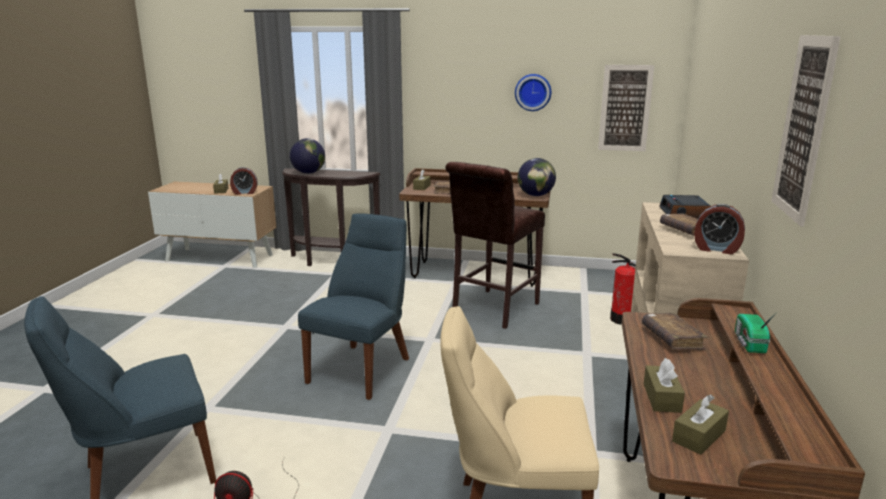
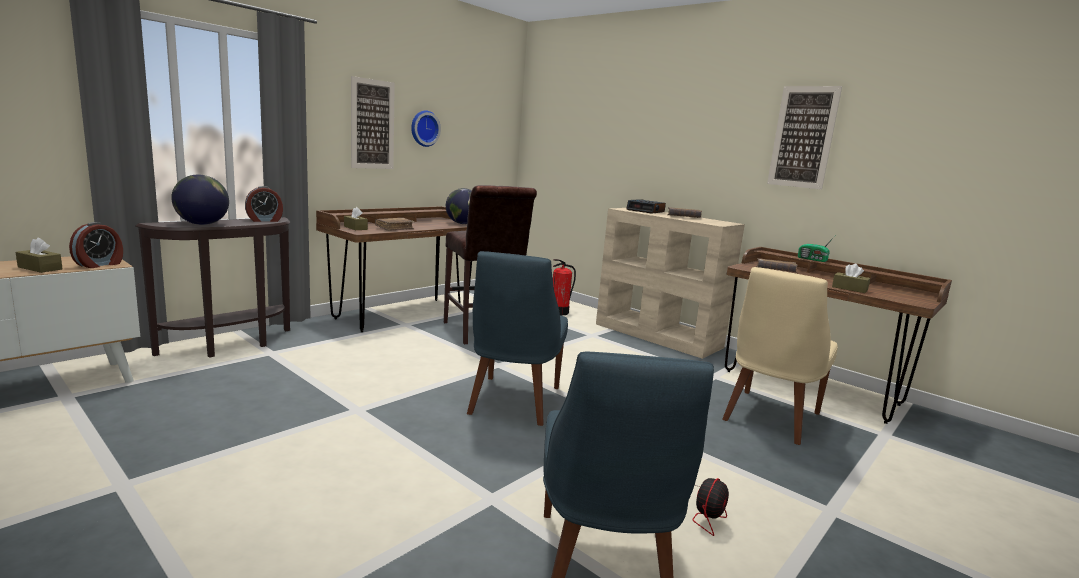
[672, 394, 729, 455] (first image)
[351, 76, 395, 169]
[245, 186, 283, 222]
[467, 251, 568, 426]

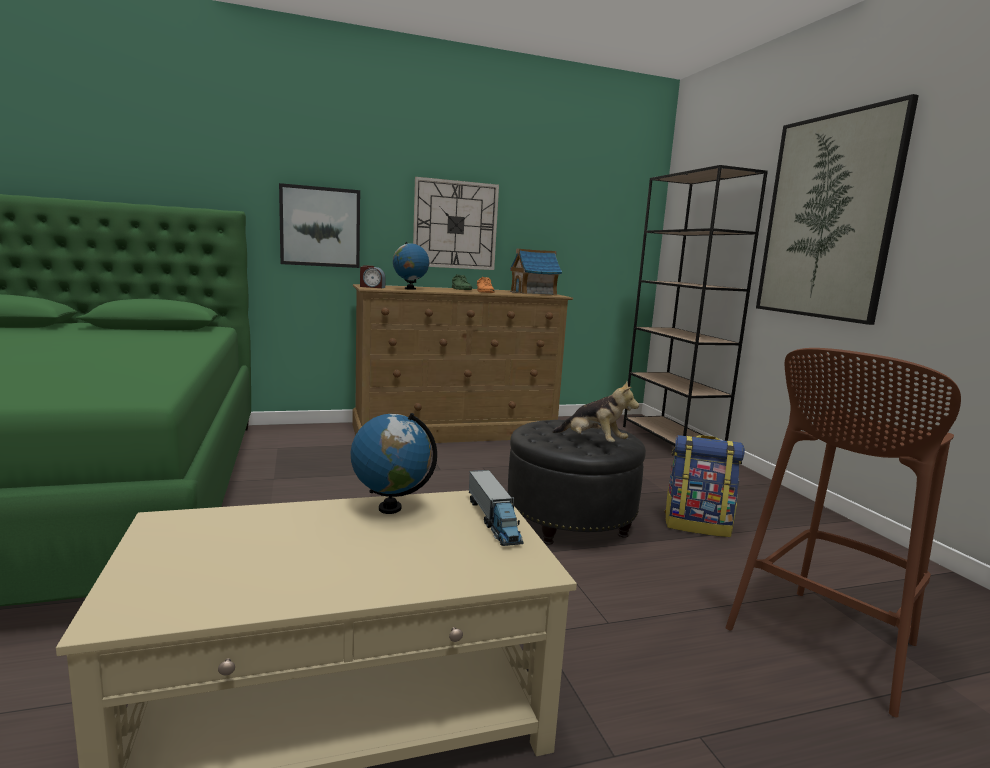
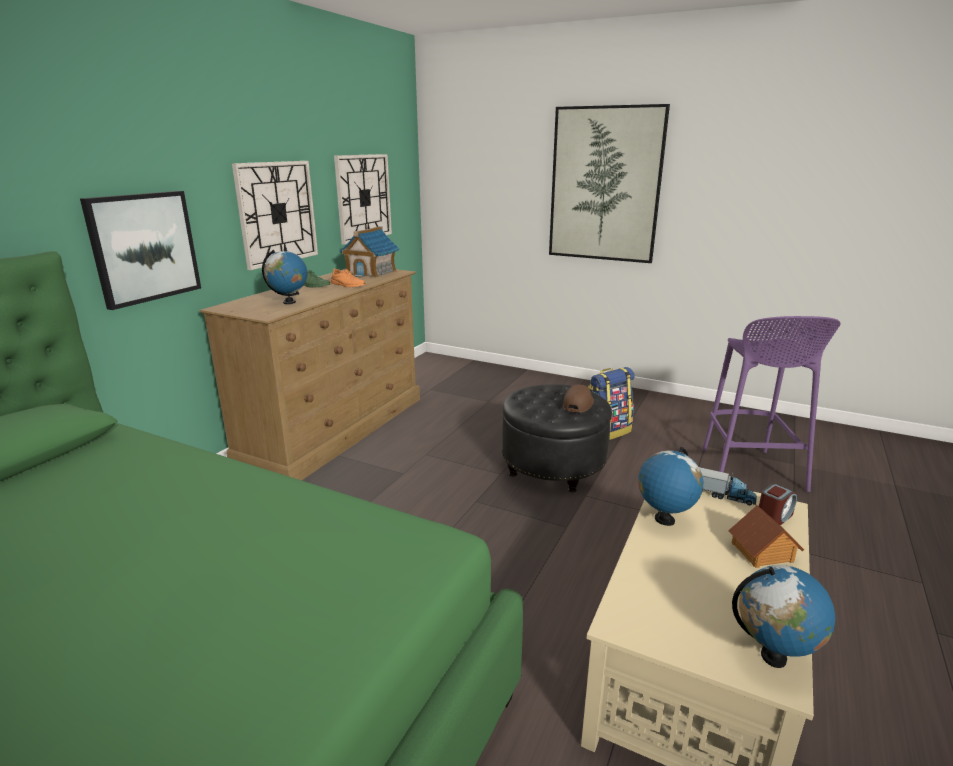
[623, 165, 768, 446] (first image)
[334, 154, 392, 245]
[728, 505, 804, 568]
[732, 565, 836, 668]
[759, 484, 797, 525]
[563, 384, 594, 413]
[702, 316, 841, 492]

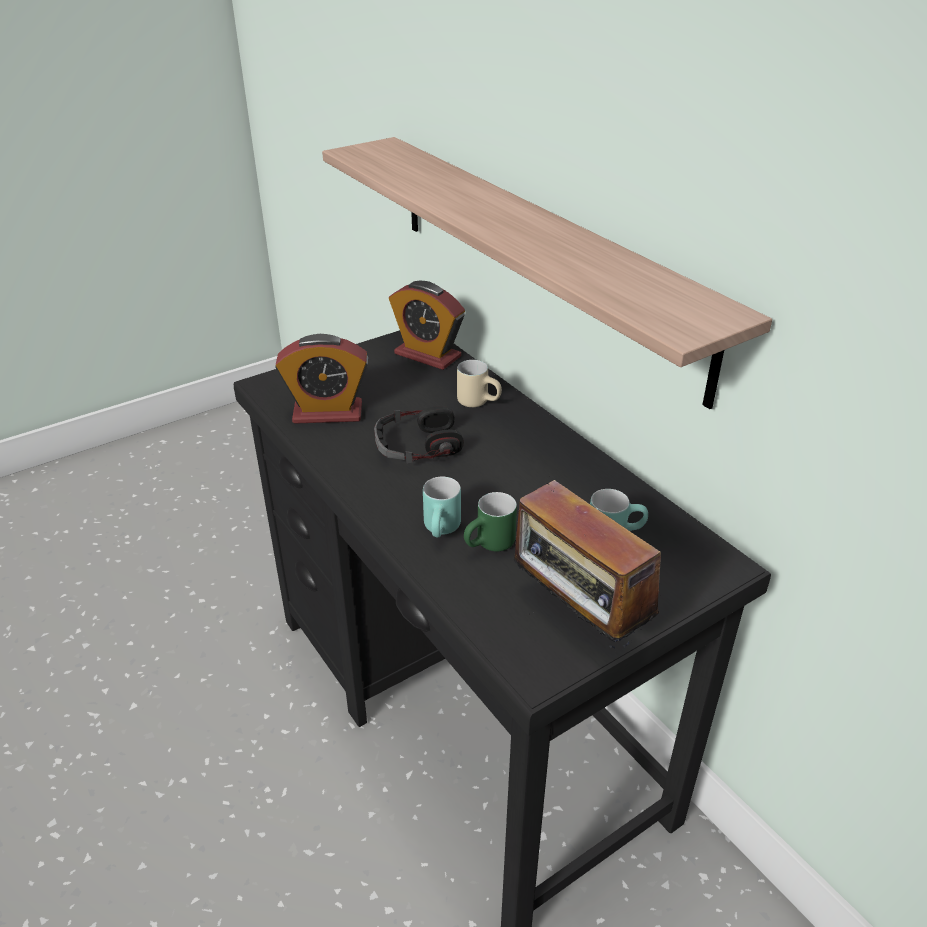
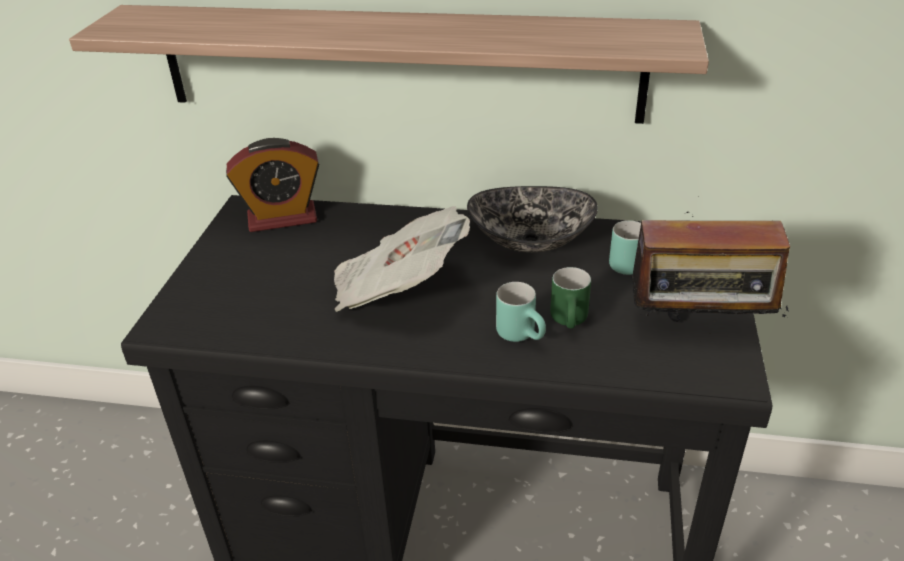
[275, 334, 368, 424] (first image)
[457, 360, 502, 407] (first image)
[467, 186, 598, 252]
[334, 206, 470, 312]

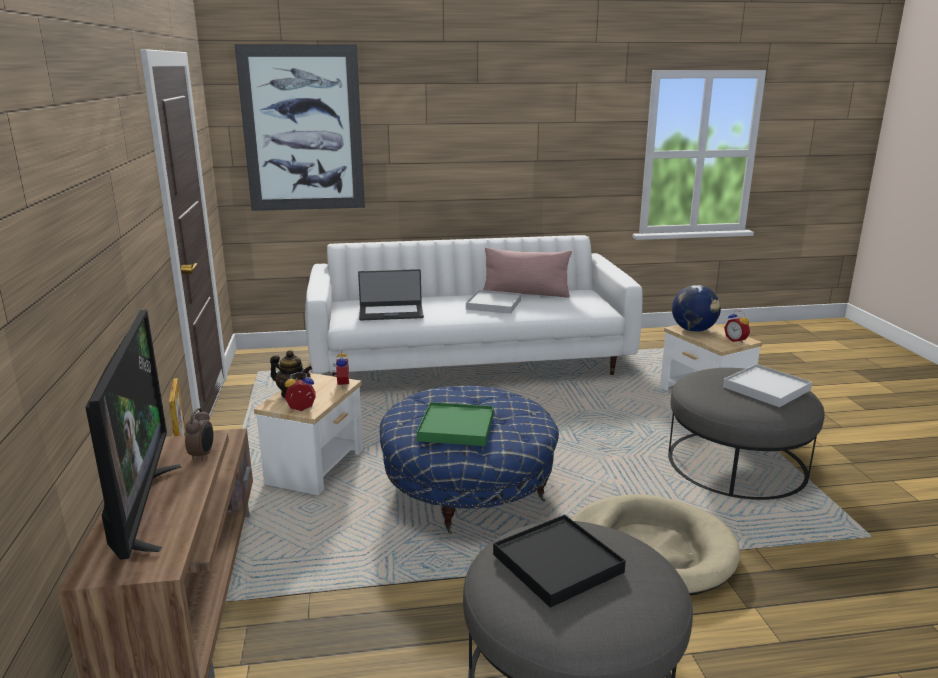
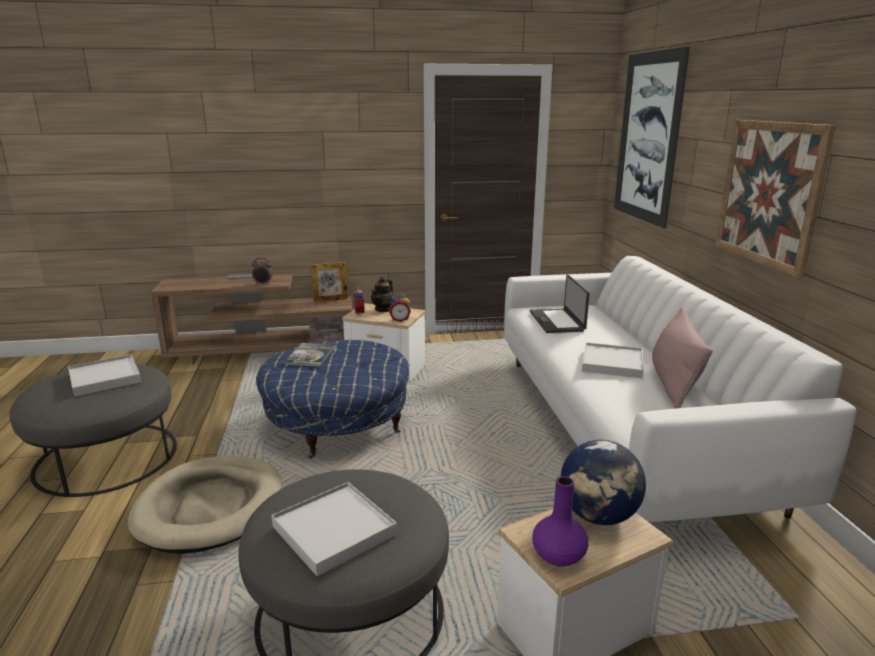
[85, 310, 181, 560] (first image)
[715, 120, 836, 278]
[284, 343, 335, 367]
[532, 476, 588, 567]
[68, 354, 141, 397]

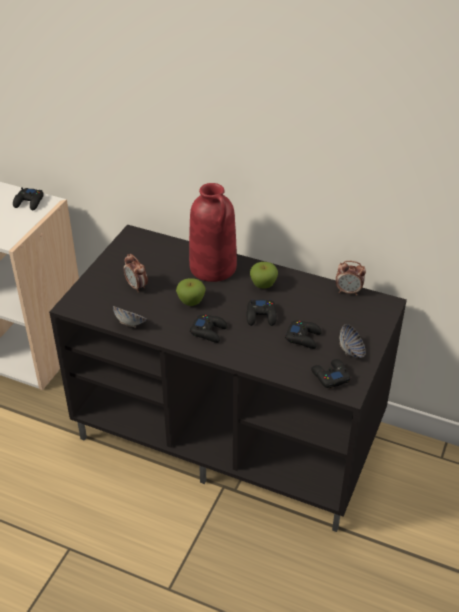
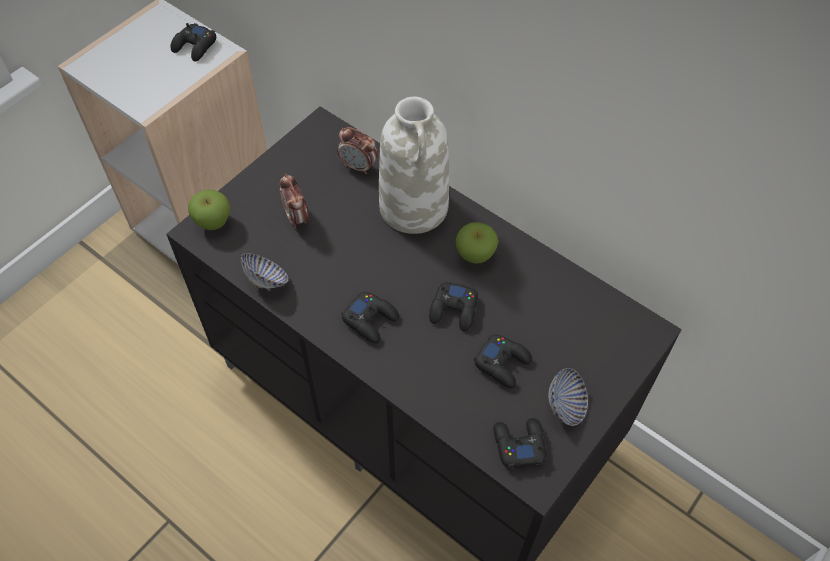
[188, 190, 230, 230]
[337, 127, 378, 174]
[379, 97, 449, 234]

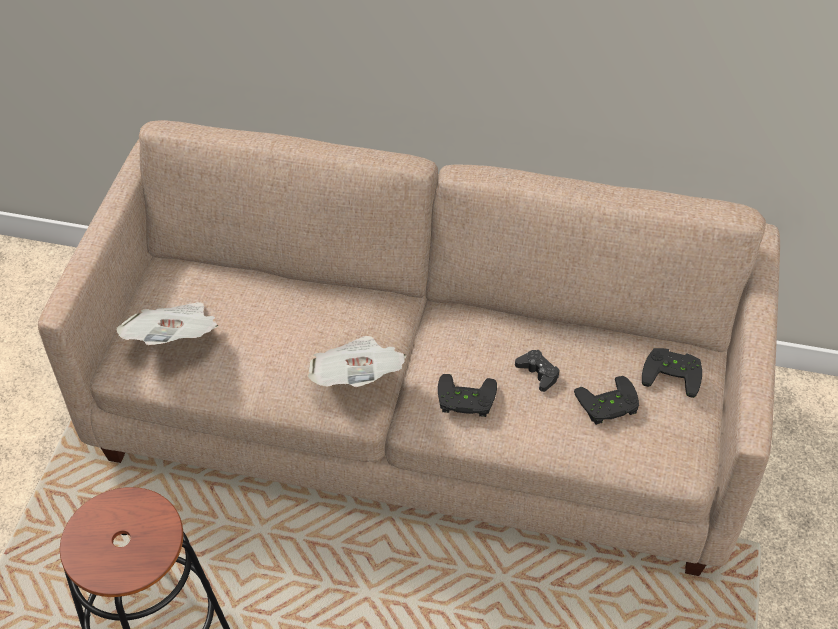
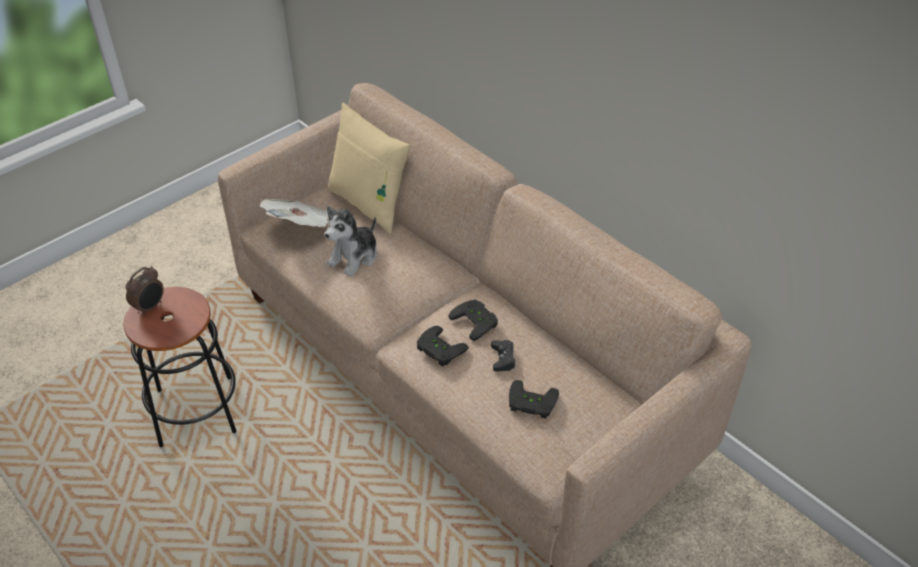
[308, 336, 406, 387] (first image)
[126, 266, 164, 316]
[325, 206, 377, 277]
[328, 103, 410, 234]
[448, 299, 498, 341]

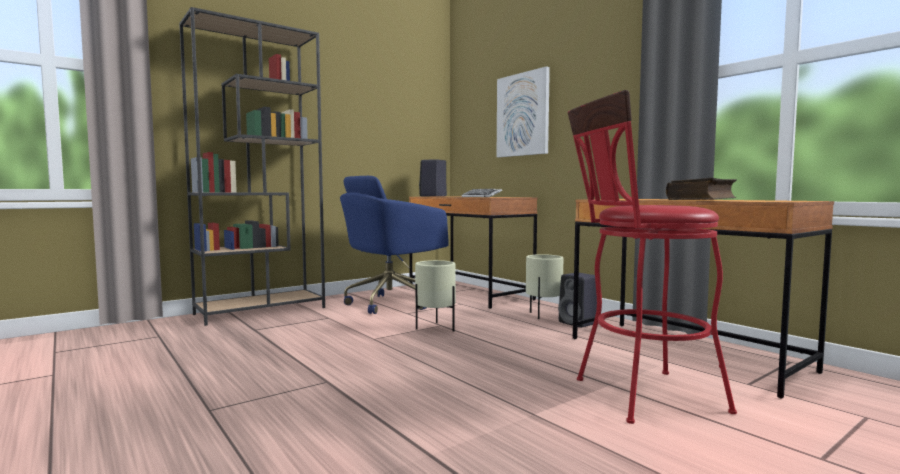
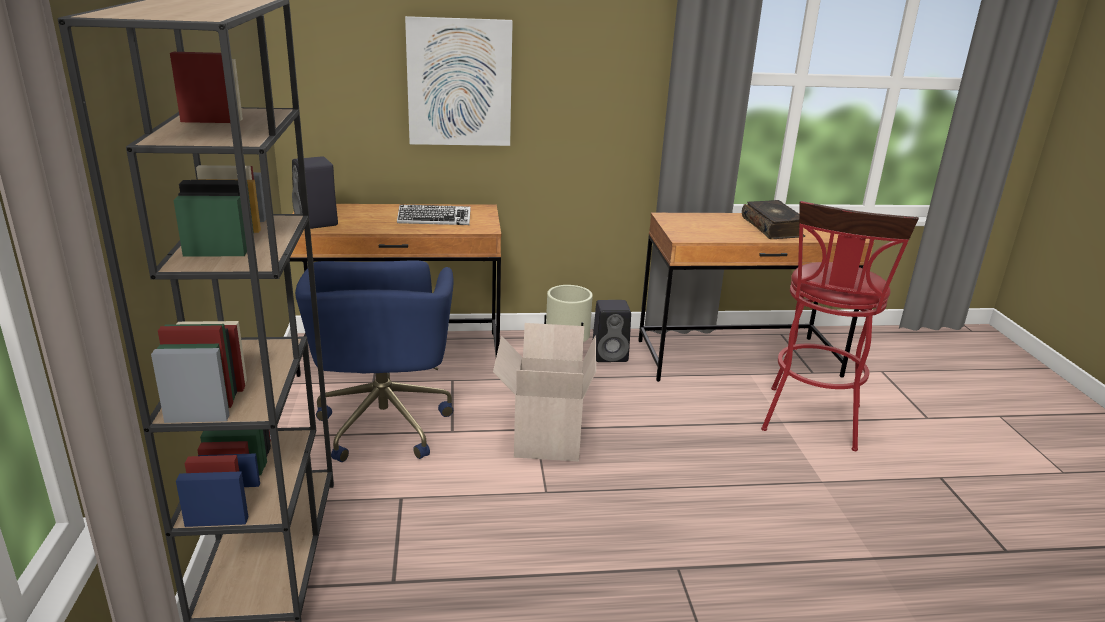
[493, 323, 596, 461]

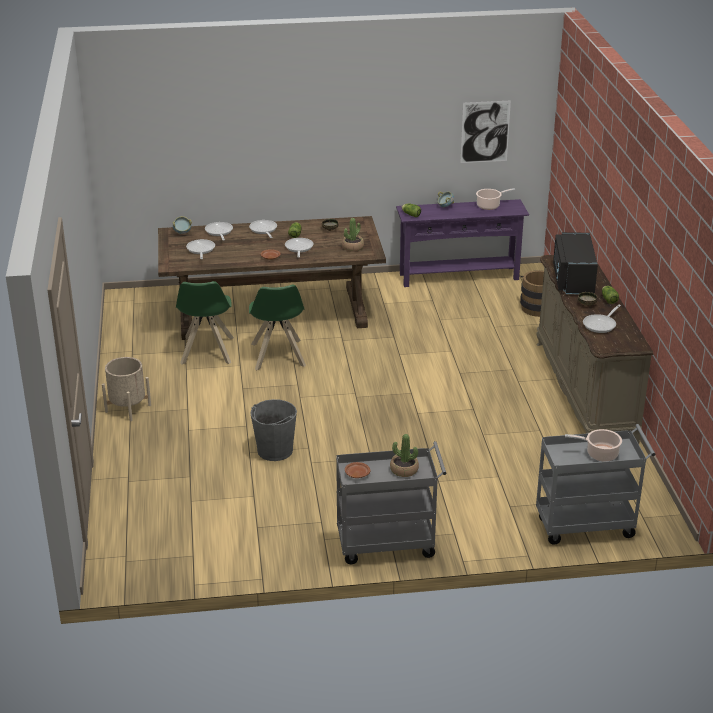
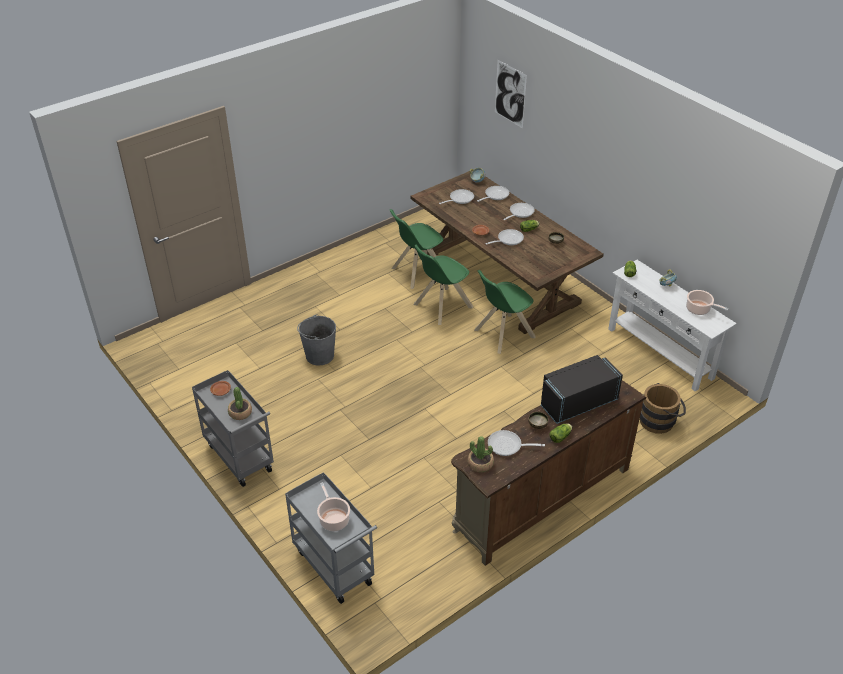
[102, 357, 151, 421] (first image)
[474, 270, 536, 354]
[468, 436, 494, 472]
[495, 60, 527, 128]
[608, 260, 737, 392]

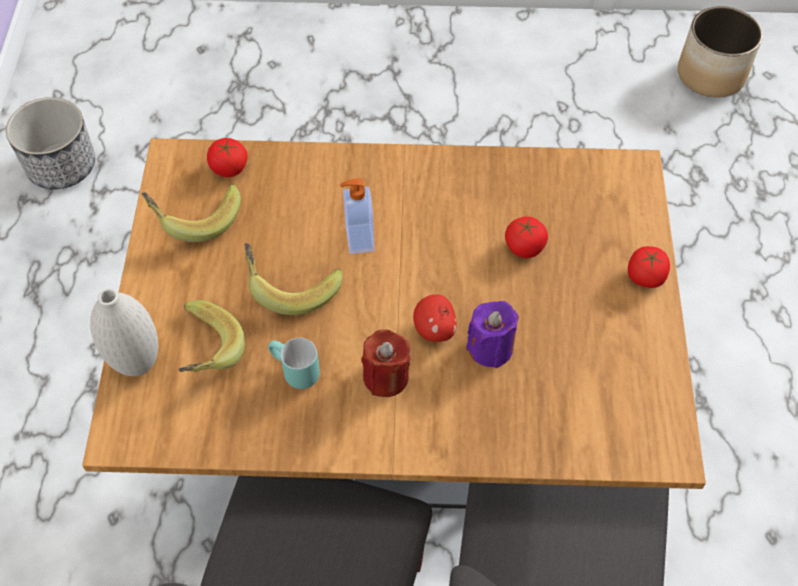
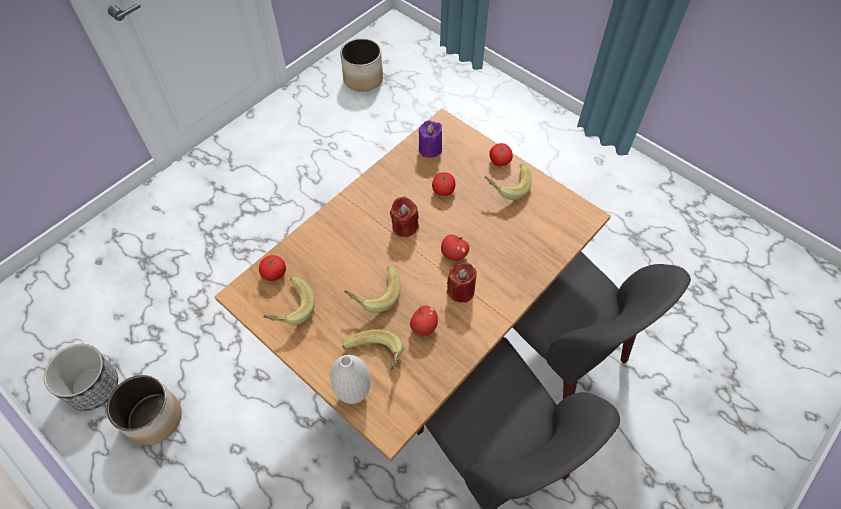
[340, 178, 375, 254] (first image)
[107, 375, 181, 446]
[390, 196, 419, 237]
[485, 164, 532, 200]
[419, 120, 442, 158]
[410, 306, 438, 336]

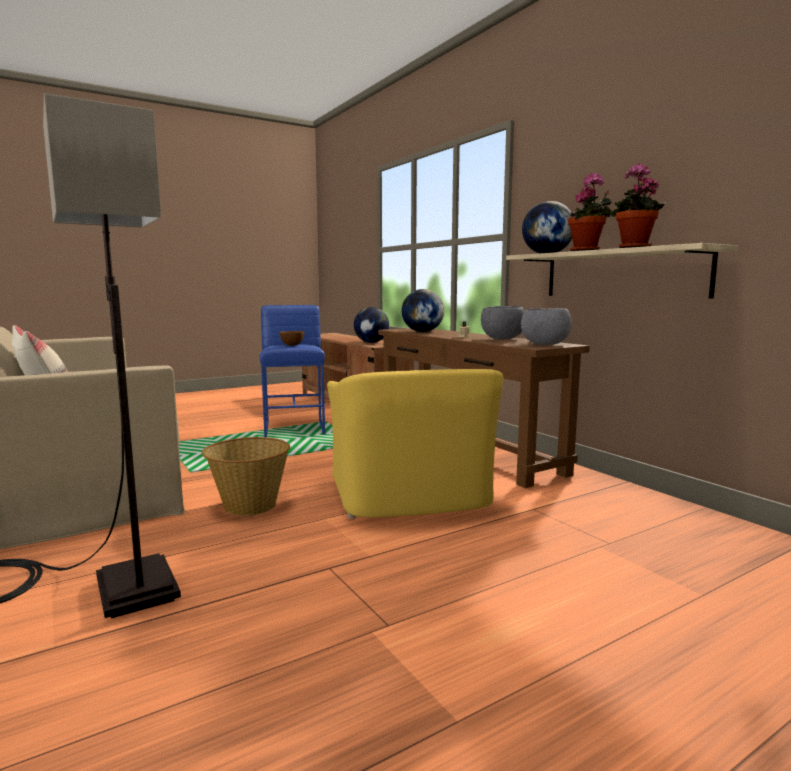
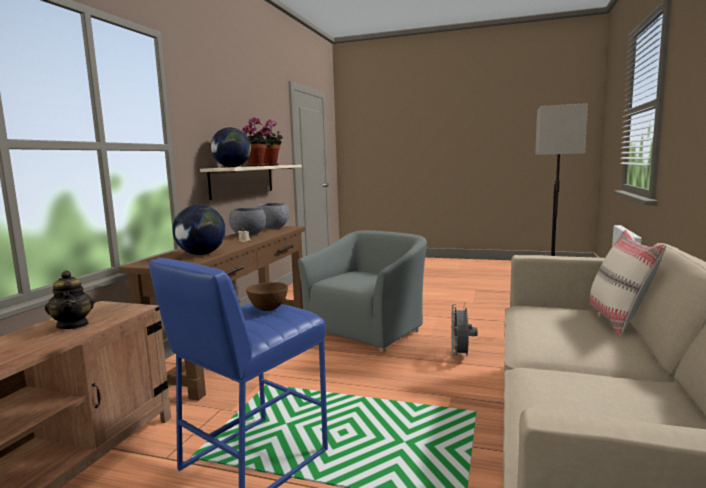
[451, 304, 478, 359]
[45, 270, 94, 329]
[298, 231, 427, 352]

